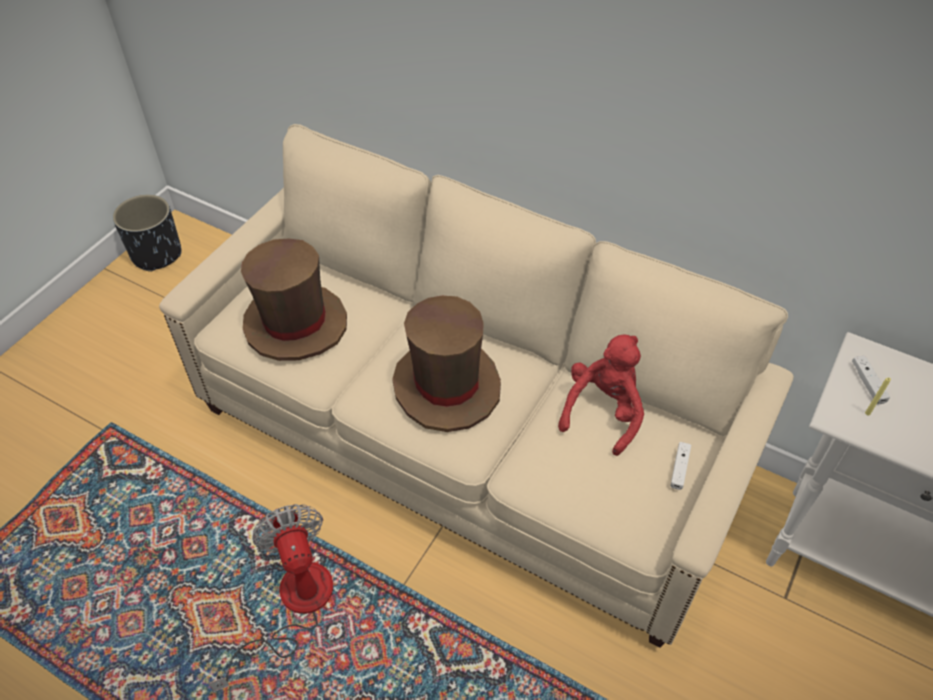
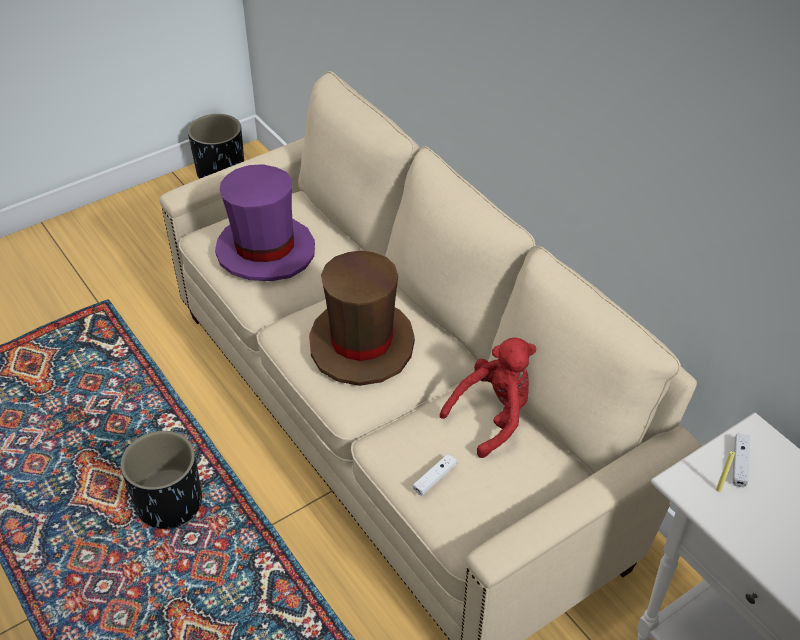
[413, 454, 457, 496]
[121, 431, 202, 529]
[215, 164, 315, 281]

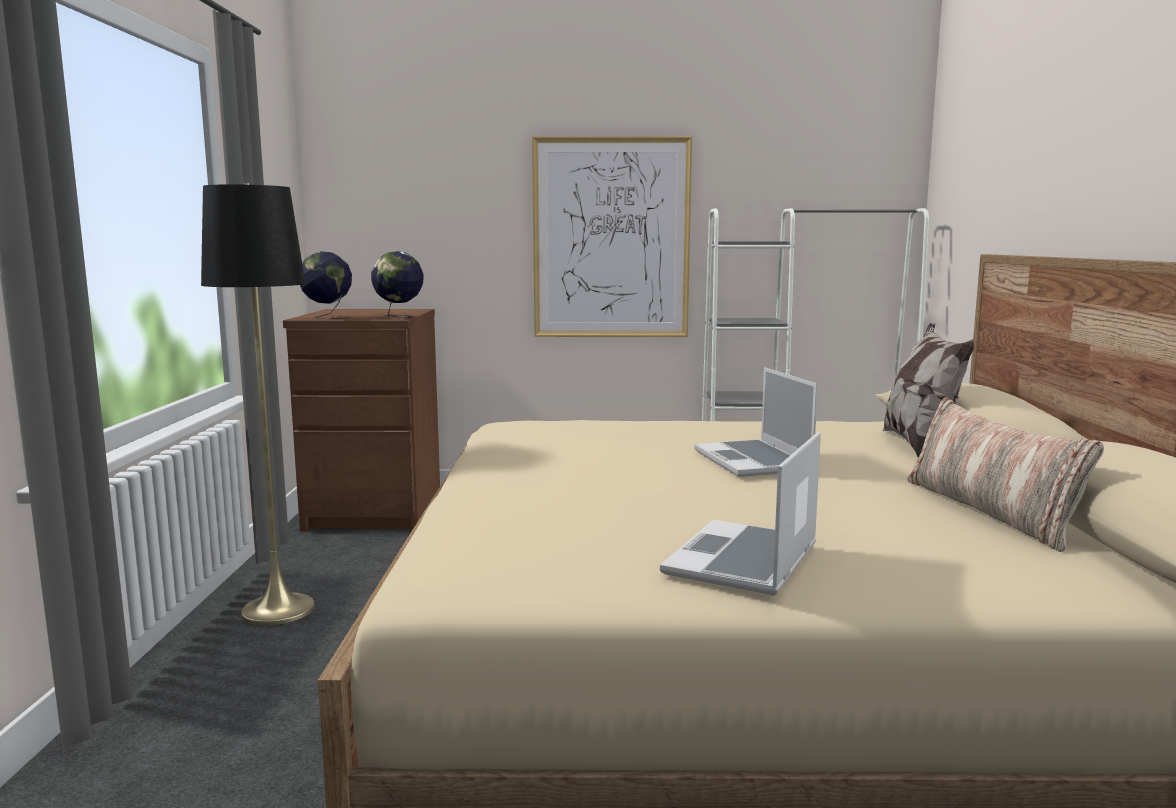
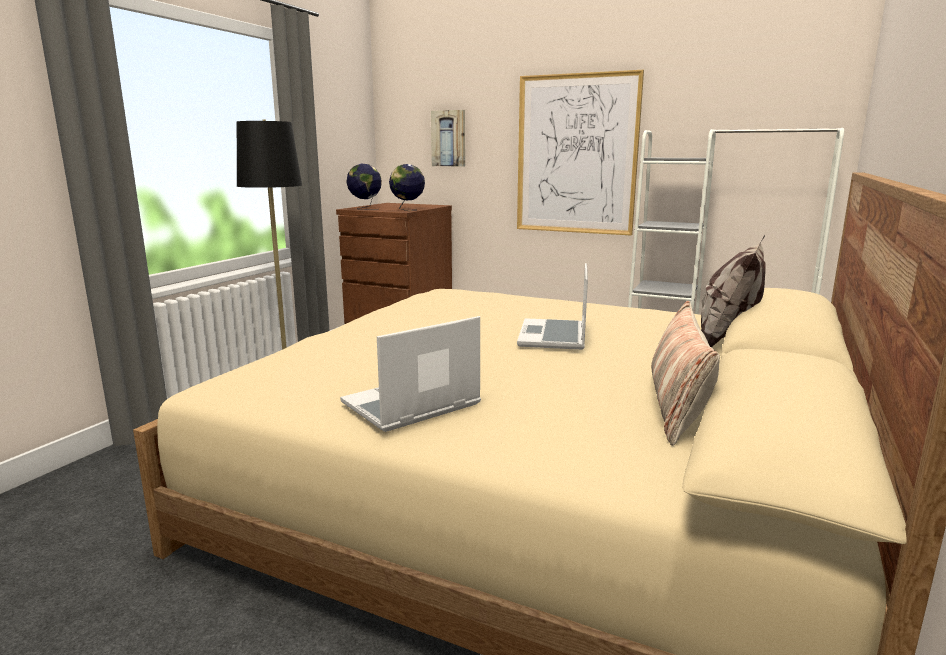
[431, 110, 465, 167]

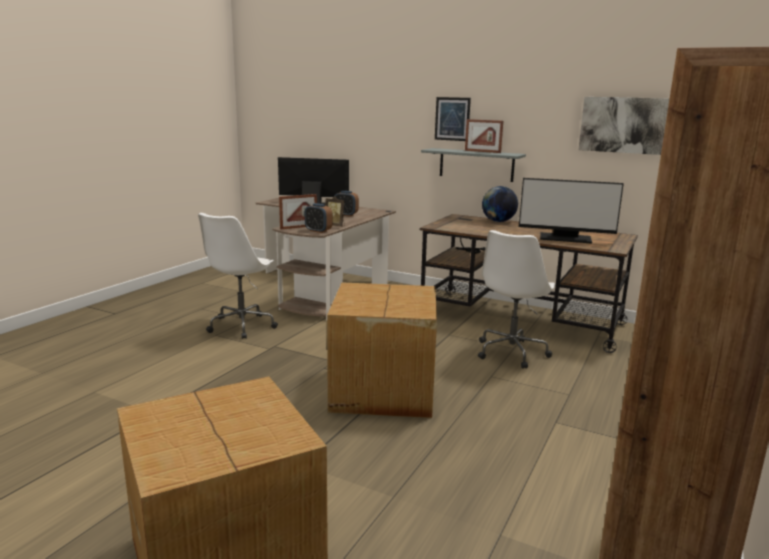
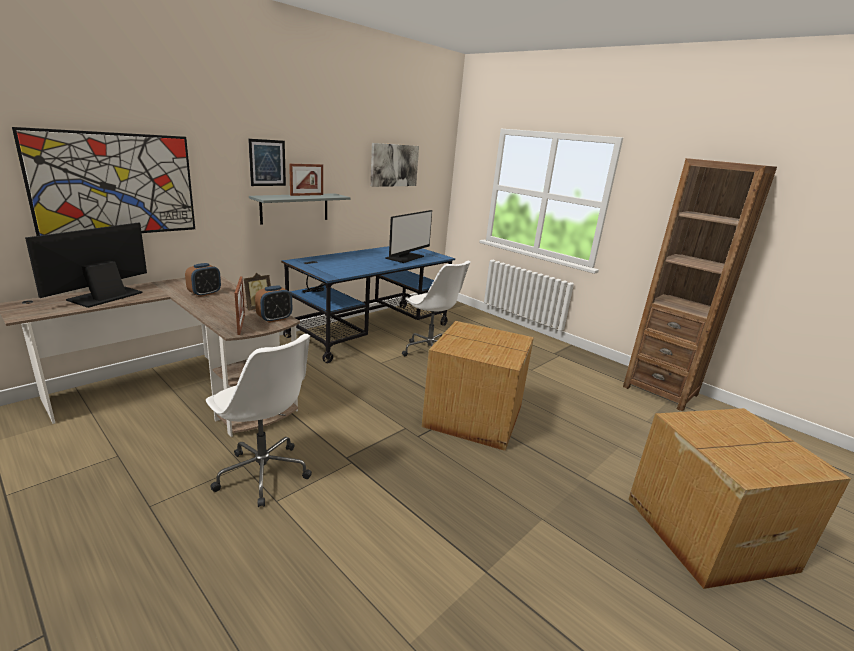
[482, 186, 518, 222] (first image)
[12, 127, 195, 236]
[281, 246, 455, 363]

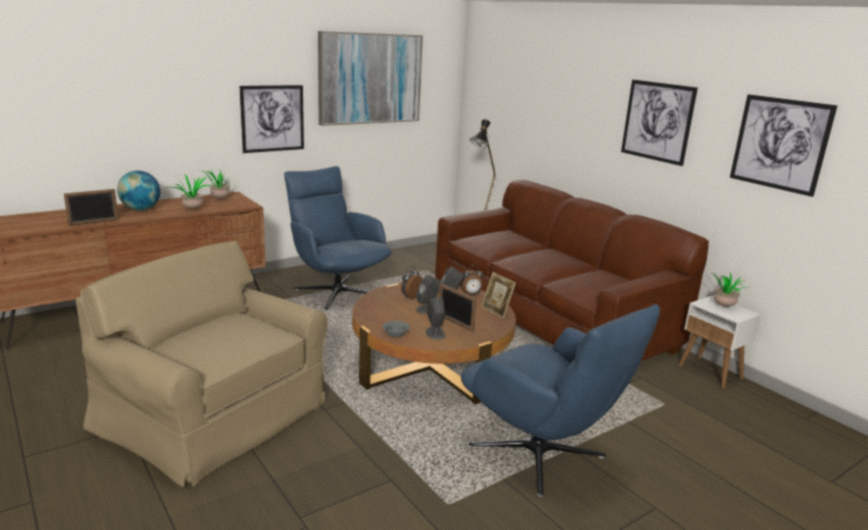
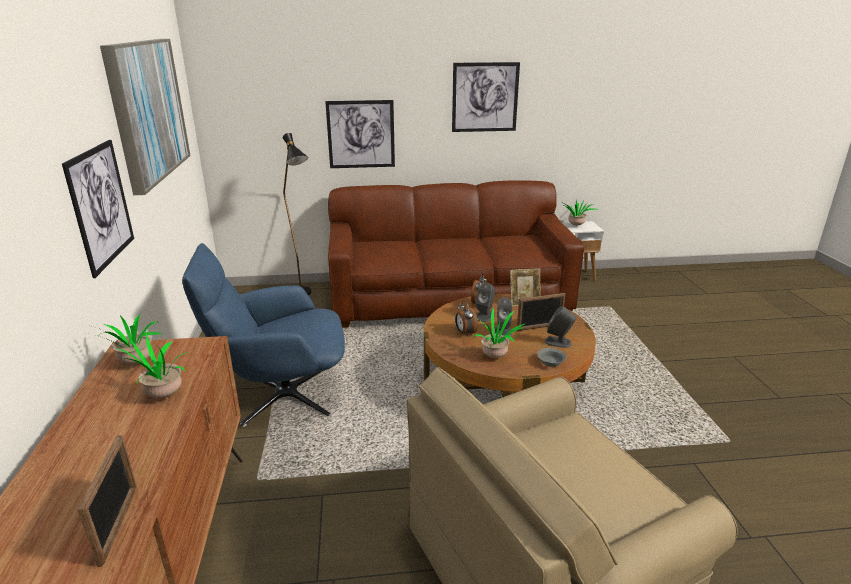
[117, 171, 160, 211] (first image)
[461, 304, 660, 497] (first image)
[474, 307, 526, 358]
[325, 100, 395, 168]

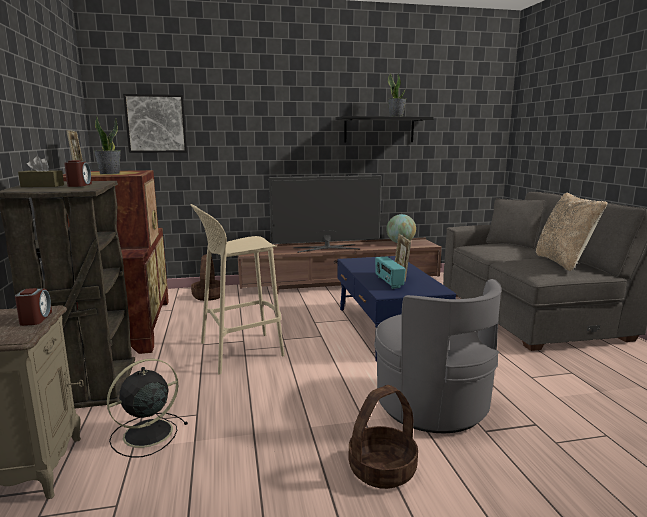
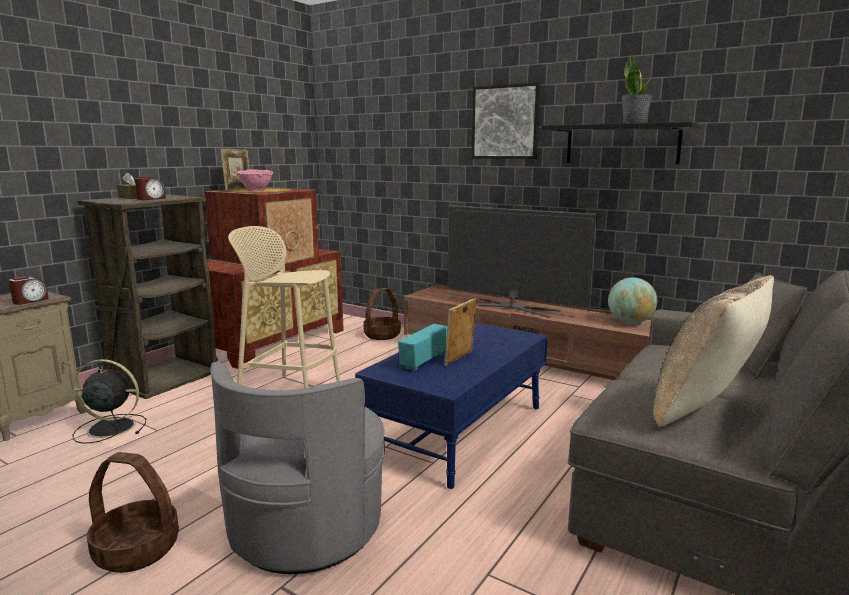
[472, 82, 541, 159]
[236, 170, 273, 191]

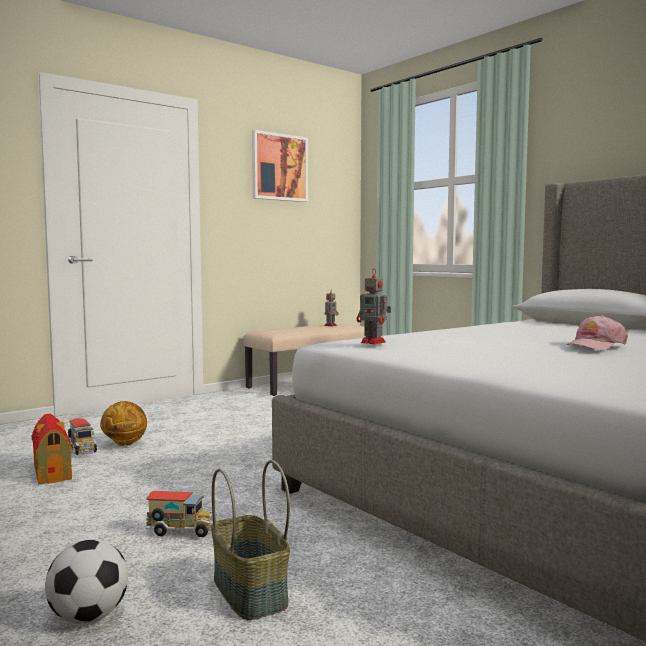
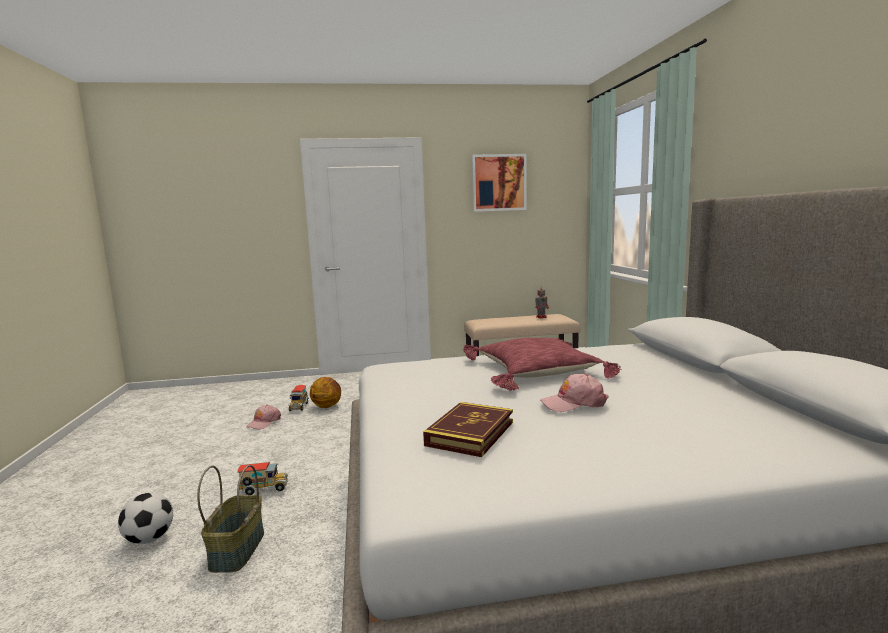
[357, 270, 391, 345] (first image)
[423, 402, 513, 457]
[463, 338, 621, 390]
[246, 405, 281, 429]
[237, 462, 288, 495]

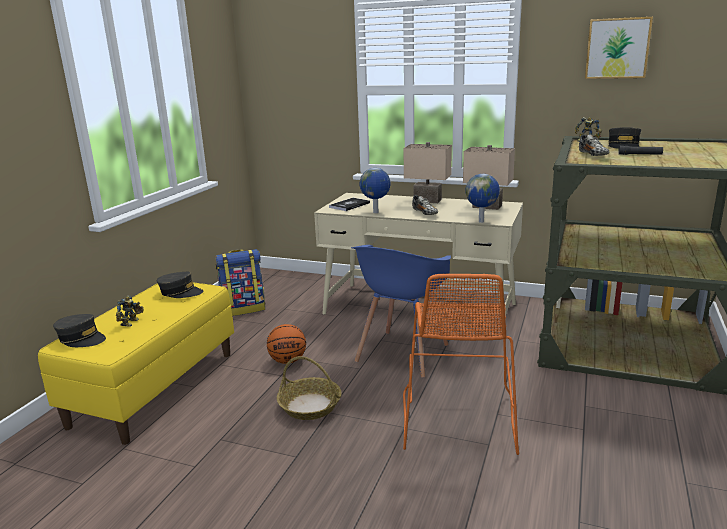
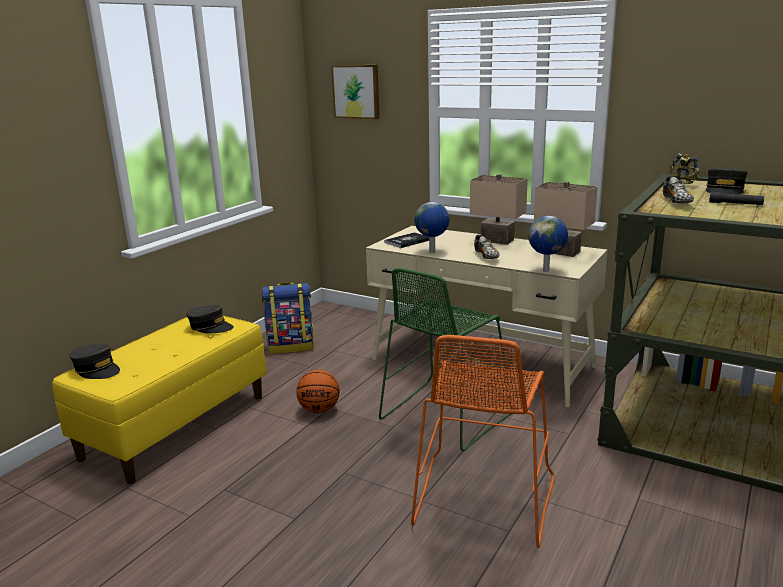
[116, 295, 144, 327] (first image)
[277, 356, 342, 420] (first image)
[331, 65, 380, 119]
[379, 268, 511, 451]

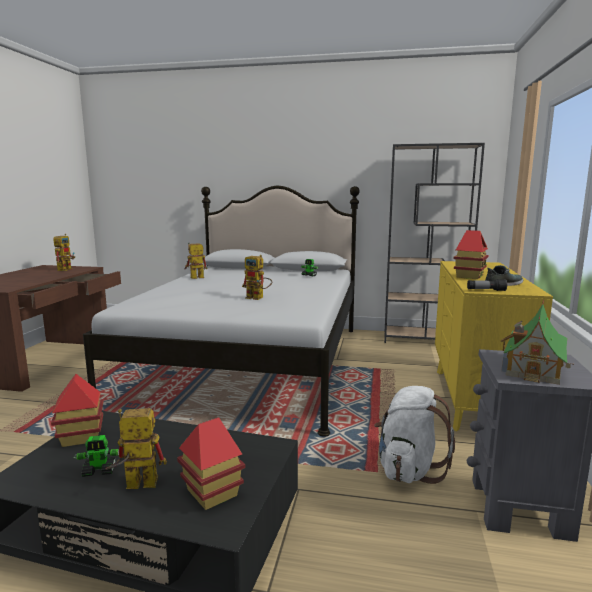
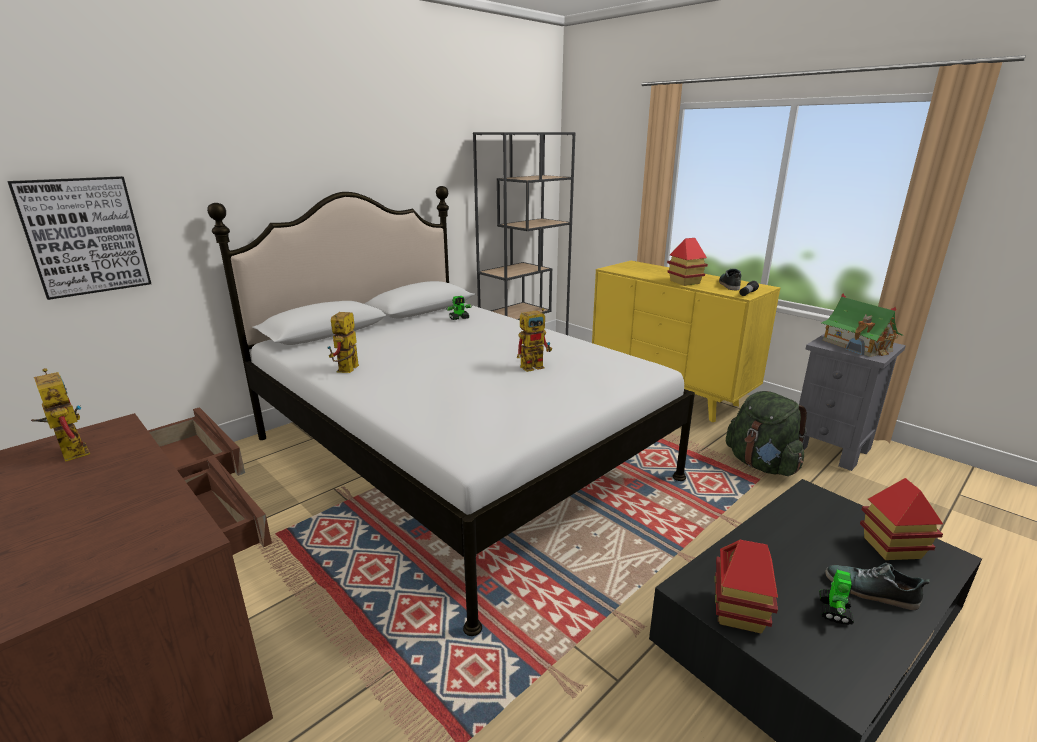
[7, 176, 151, 300]
[825, 563, 930, 610]
[726, 391, 807, 476]

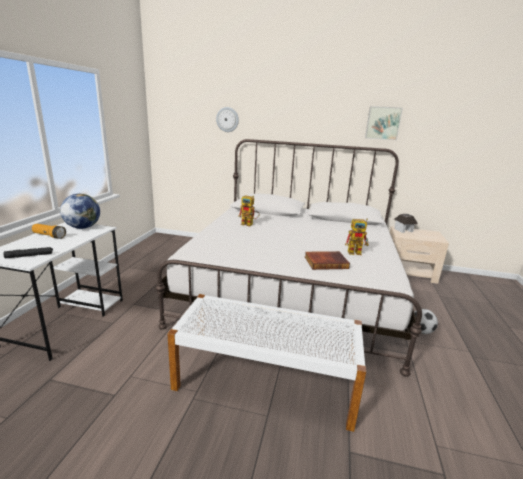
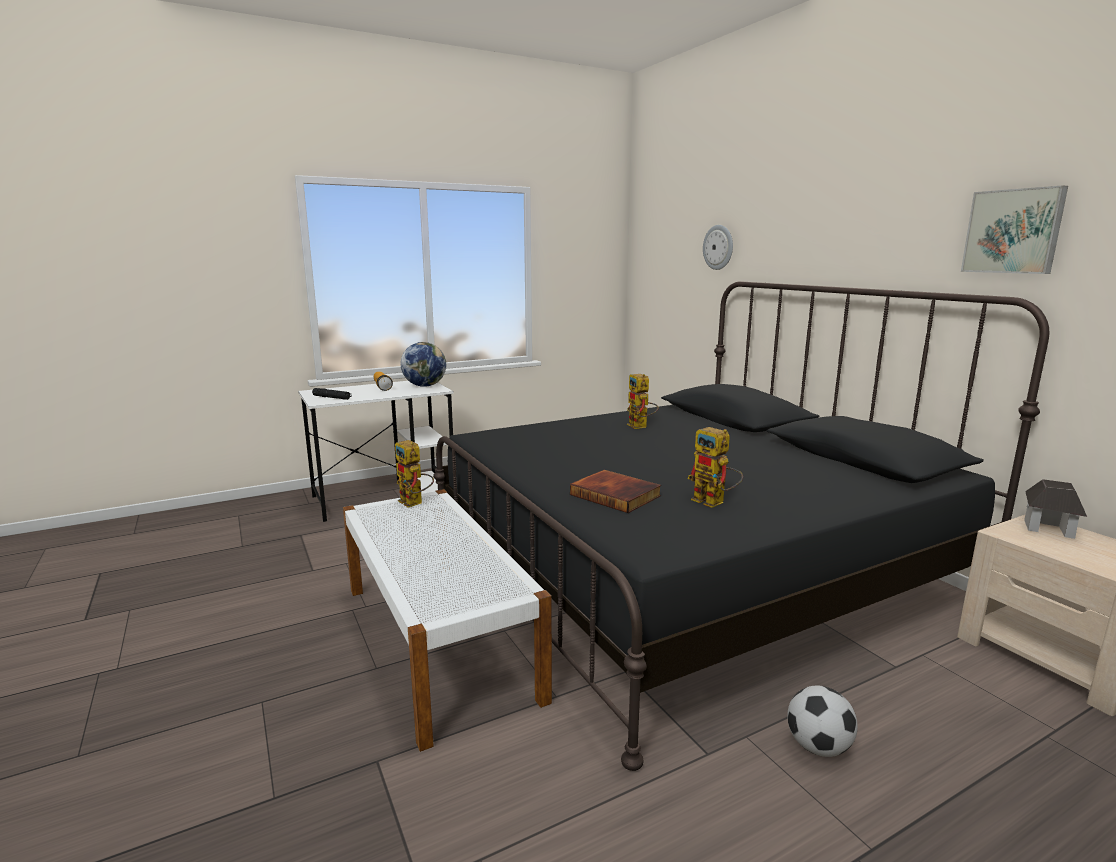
[395, 440, 434, 508]
[433, 281, 1050, 771]

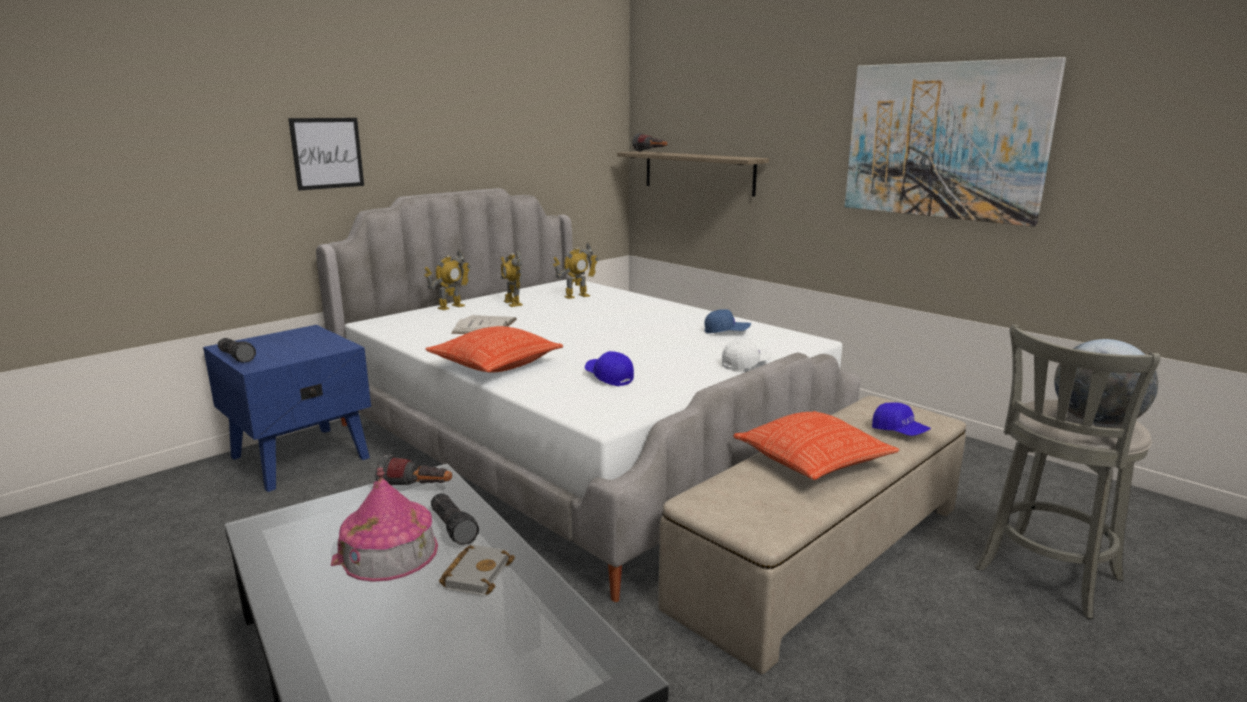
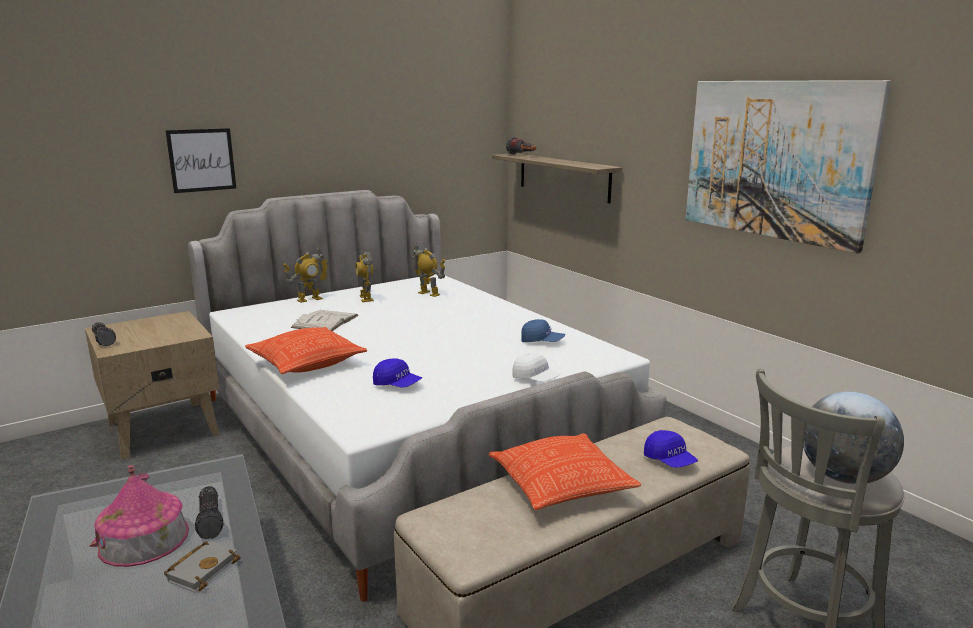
[375, 455, 452, 486] (first image)
[85, 311, 220, 459]
[412, 244, 445, 297]
[373, 359, 422, 388]
[513, 353, 561, 382]

